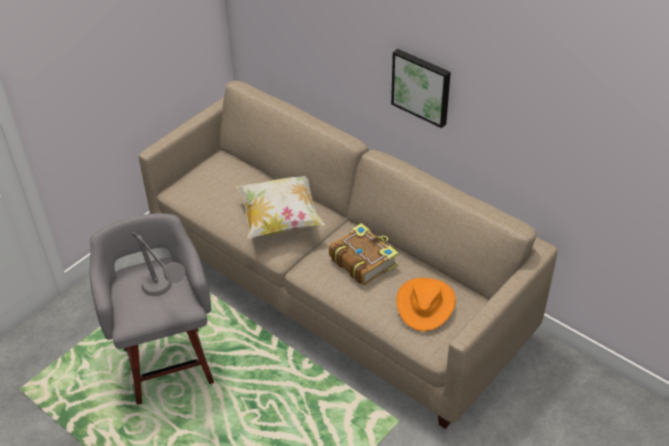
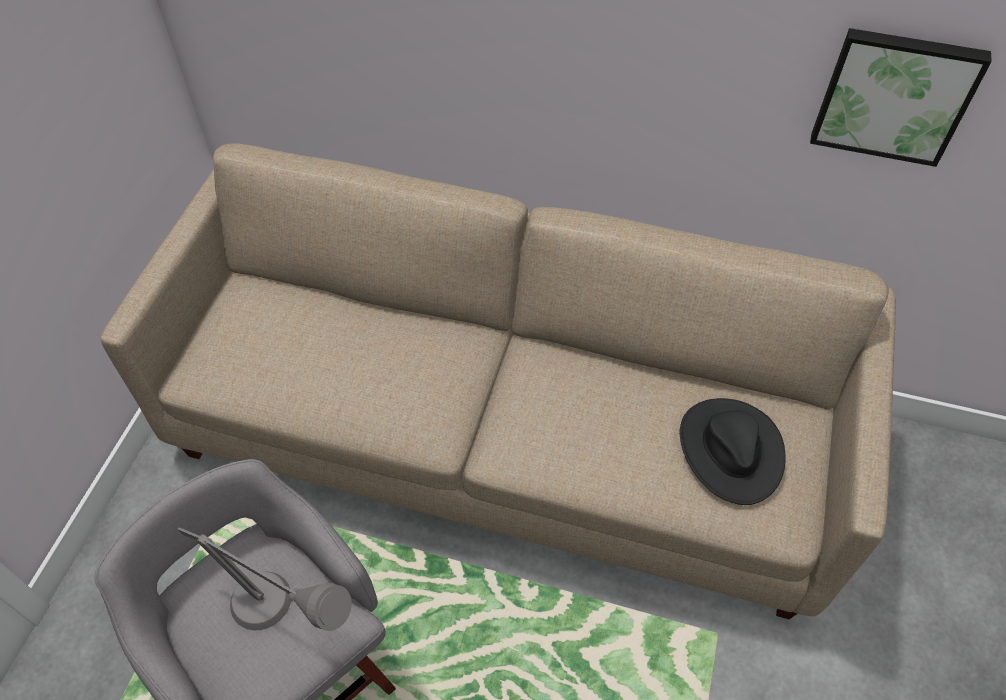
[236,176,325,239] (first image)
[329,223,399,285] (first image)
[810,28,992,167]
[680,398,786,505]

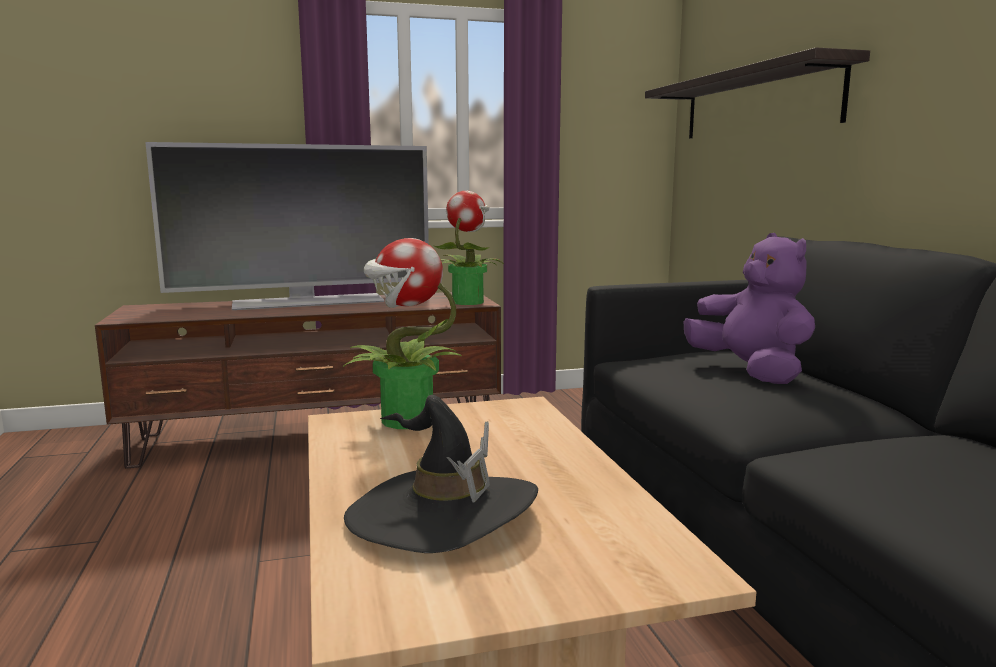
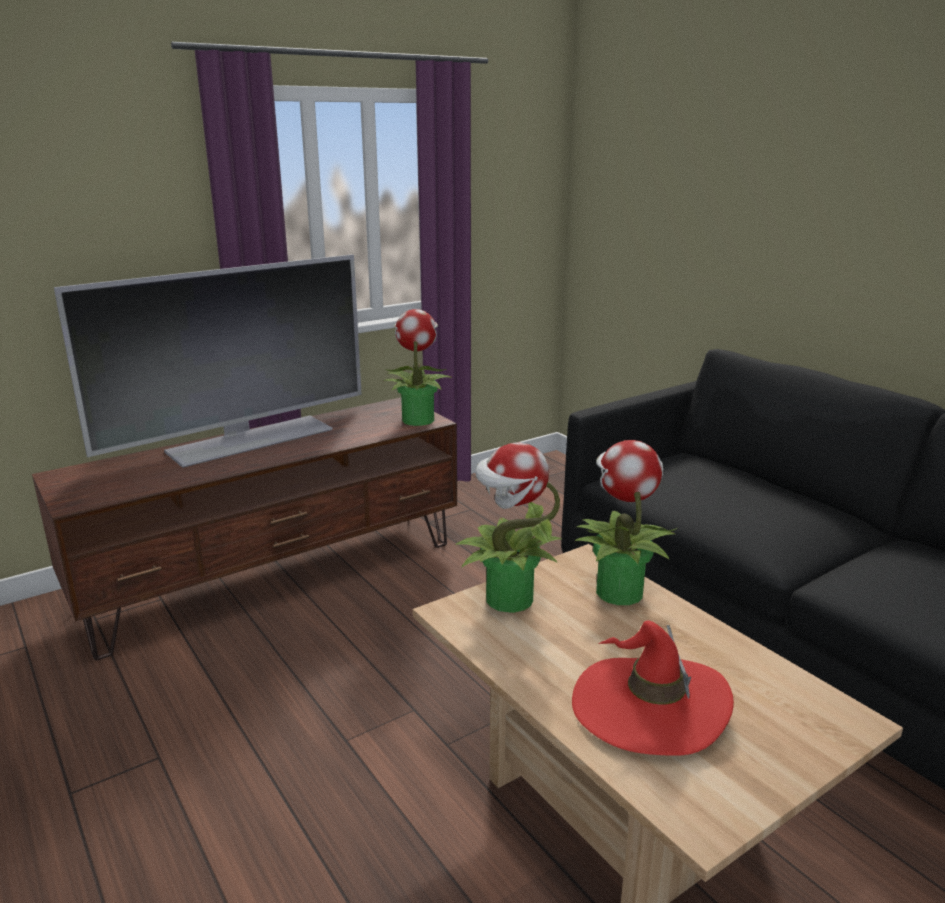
[645,47,870,139] (first image)
[684,233,815,384] (first image)
[575,440,678,605]
[572,621,734,756]

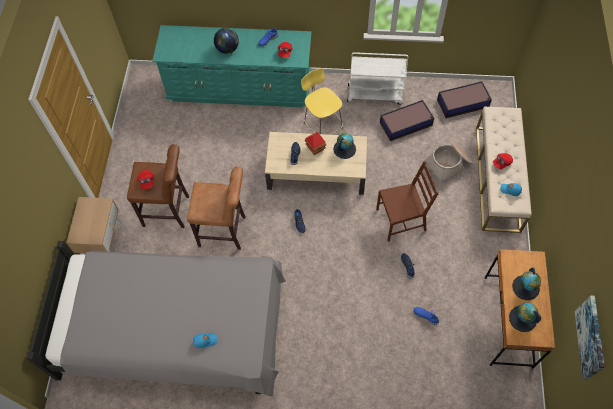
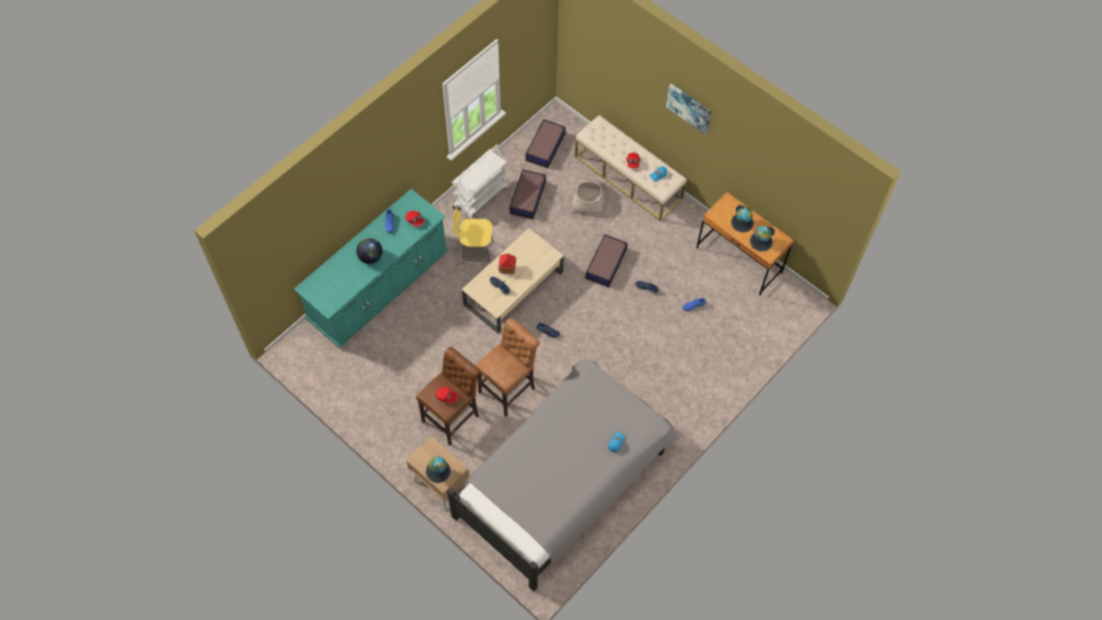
[426,456,451,483]
[666,84,712,135]
[586,234,628,288]

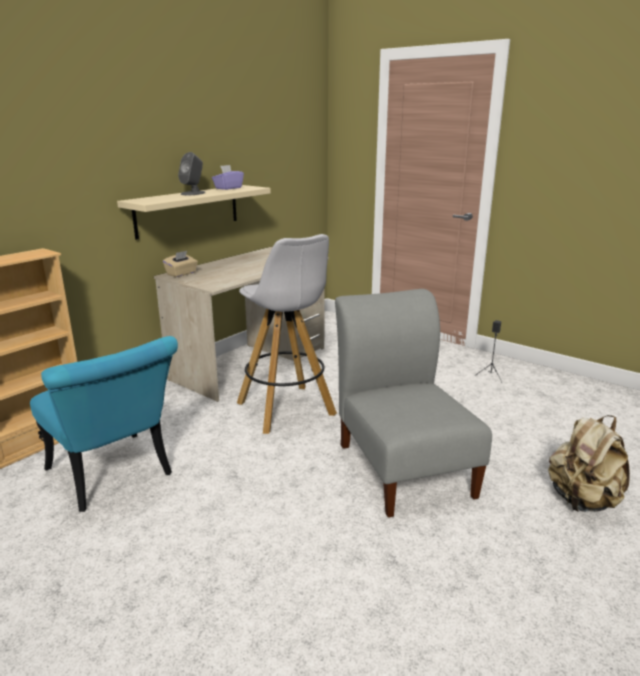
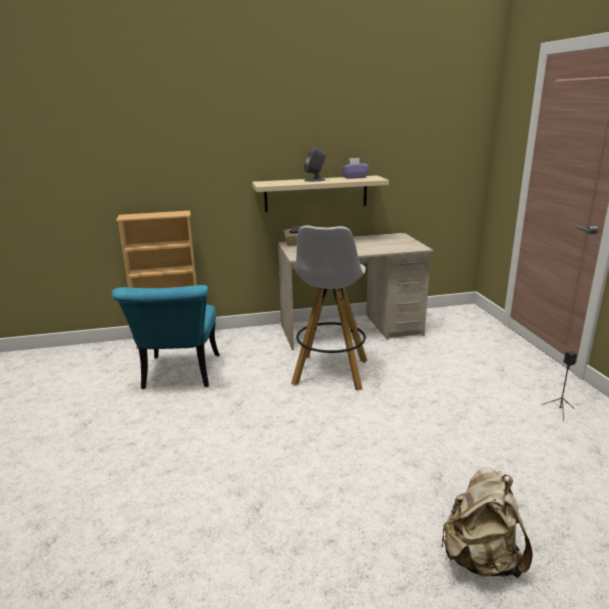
[335,289,492,518] (first image)

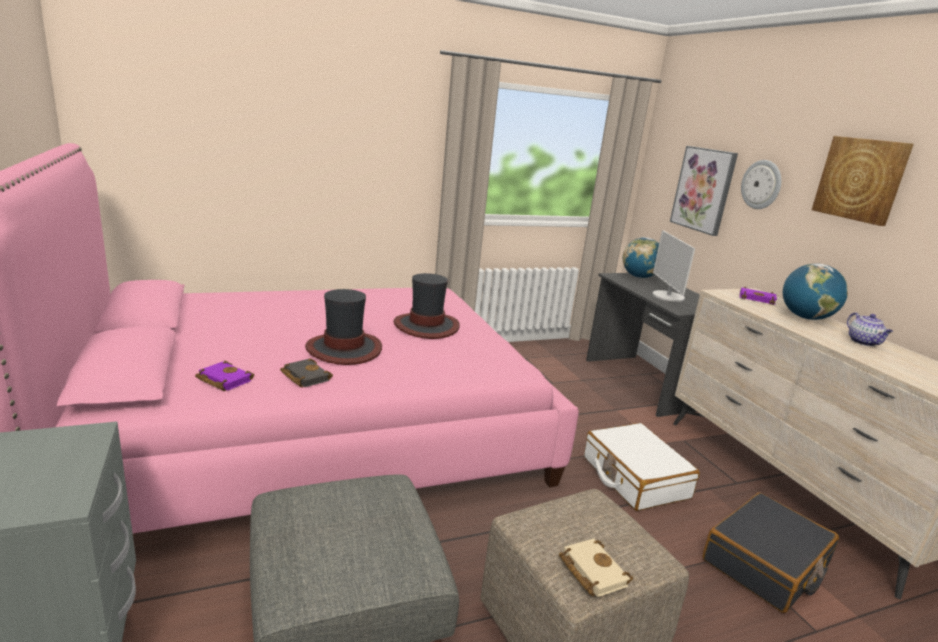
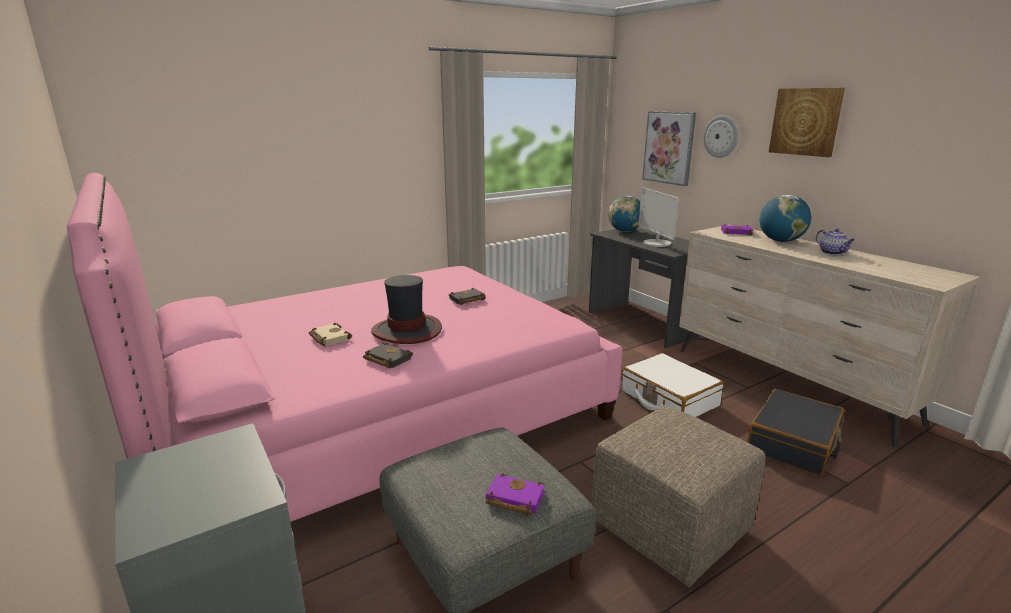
[486,473,545,515]
[309,323,352,346]
[449,288,486,305]

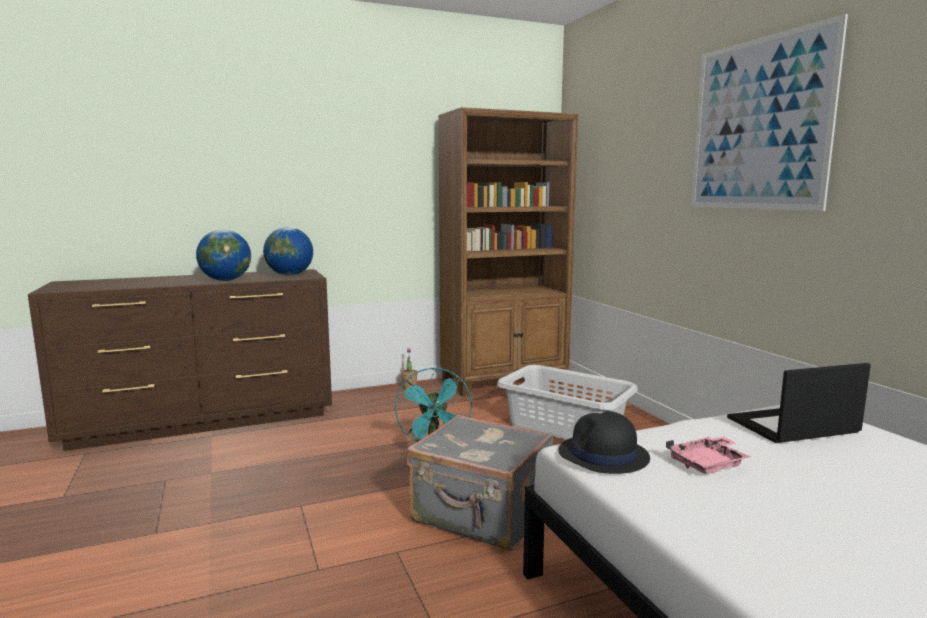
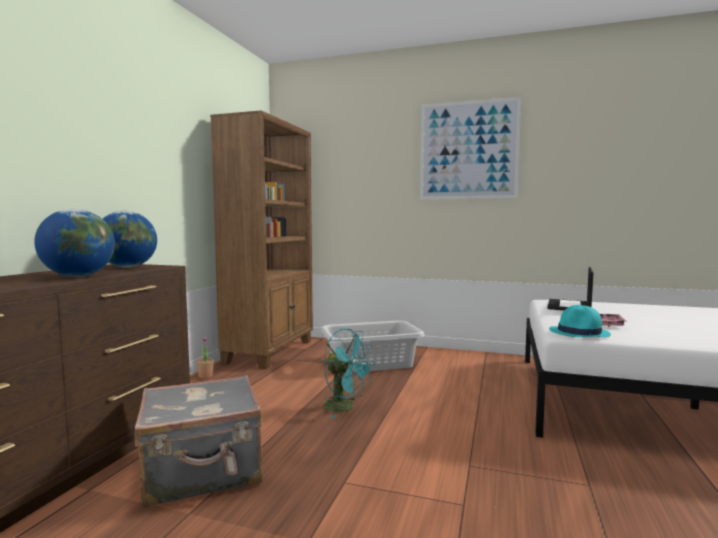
[135,375,262,507]
[549,305,611,337]

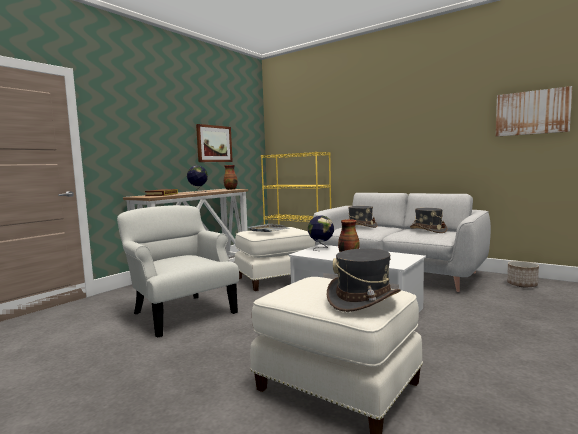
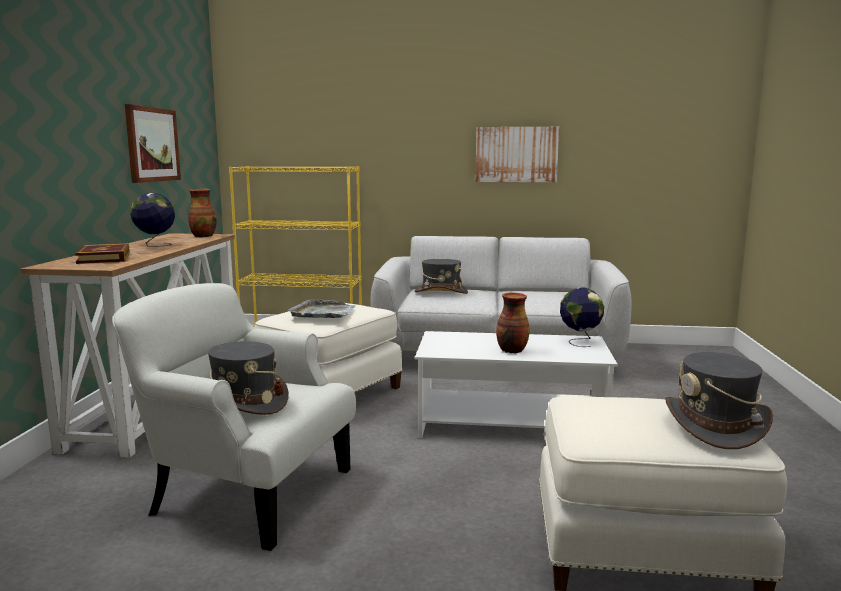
[507,261,539,288] (first image)
[560,288,604,347]
[208,341,289,415]
[475,127,559,182]

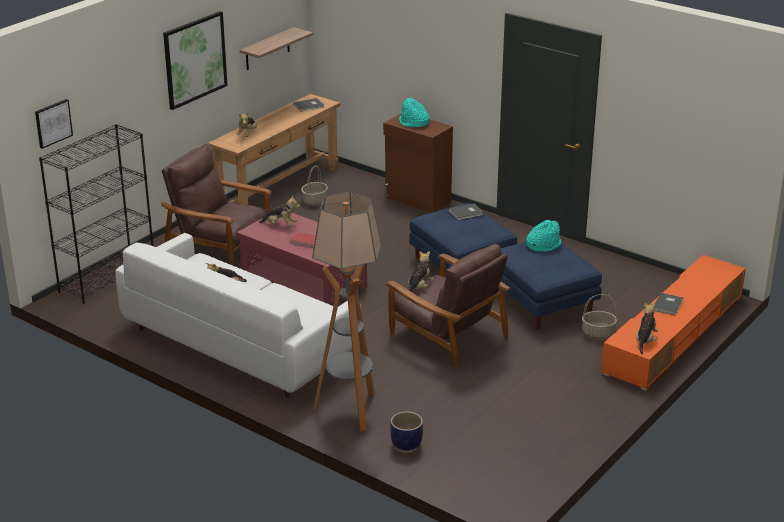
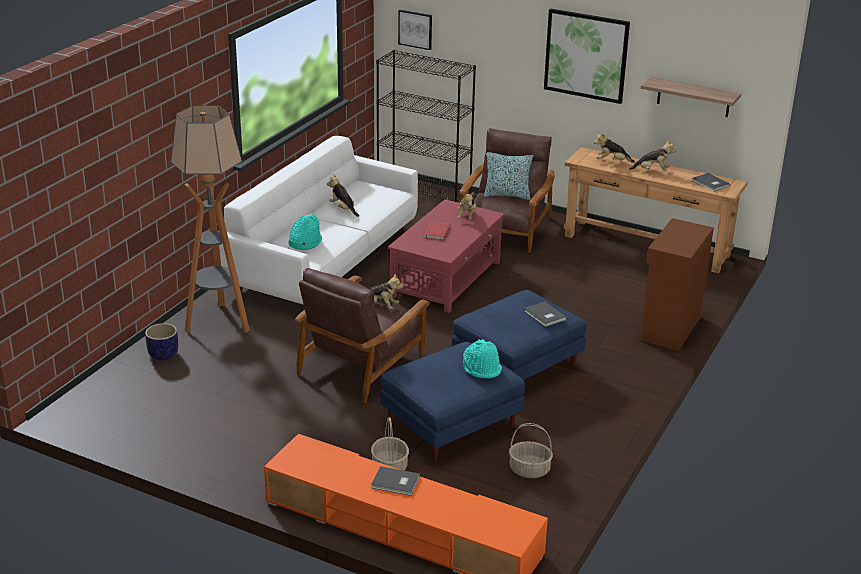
[484,152,533,200]
[509,423,553,478]
[288,214,322,250]
[629,140,675,171]

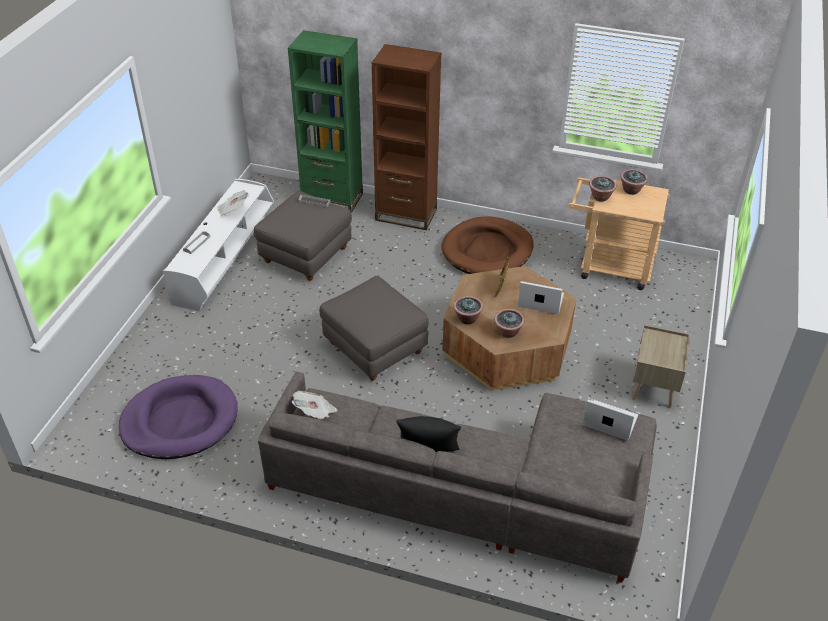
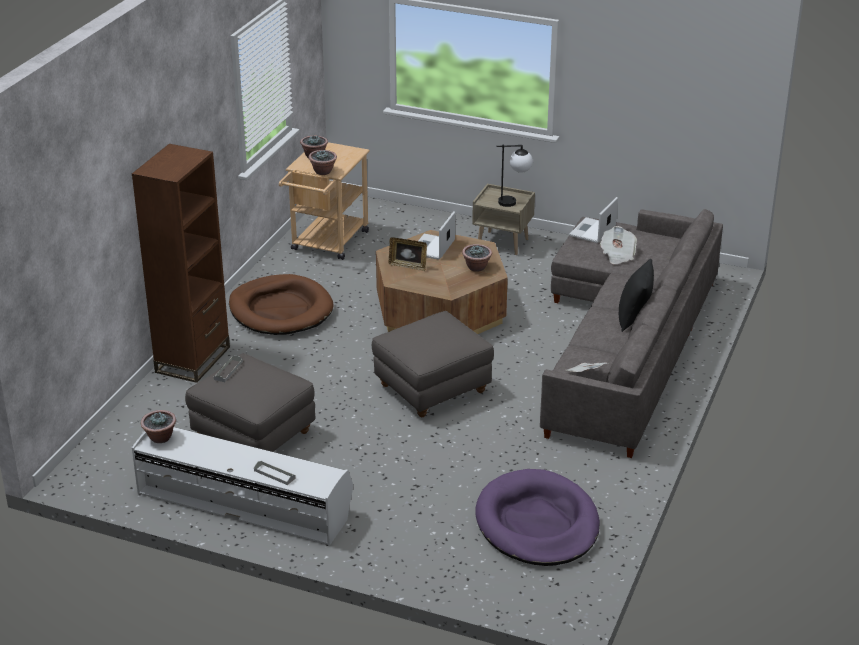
[288,30,363,213] (first image)
[497,145,533,207]
[600,226,637,264]
[141,410,176,443]

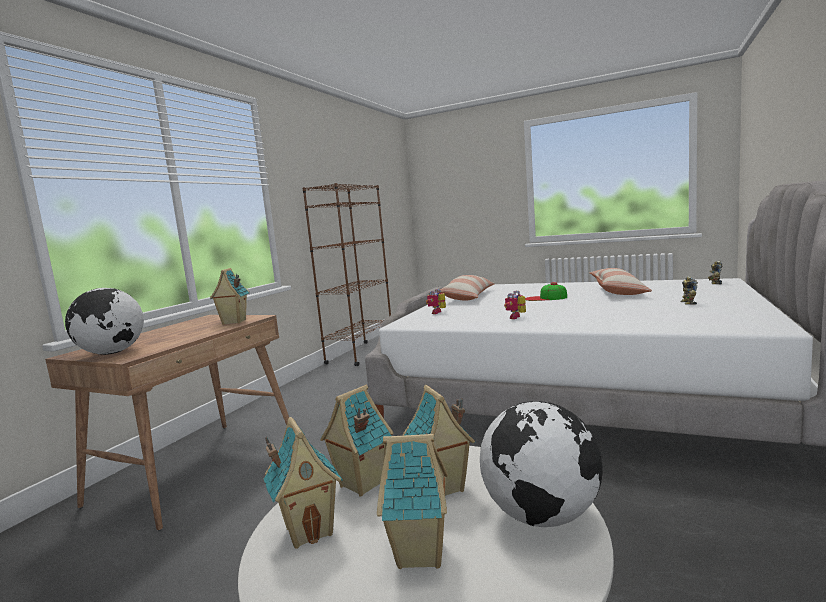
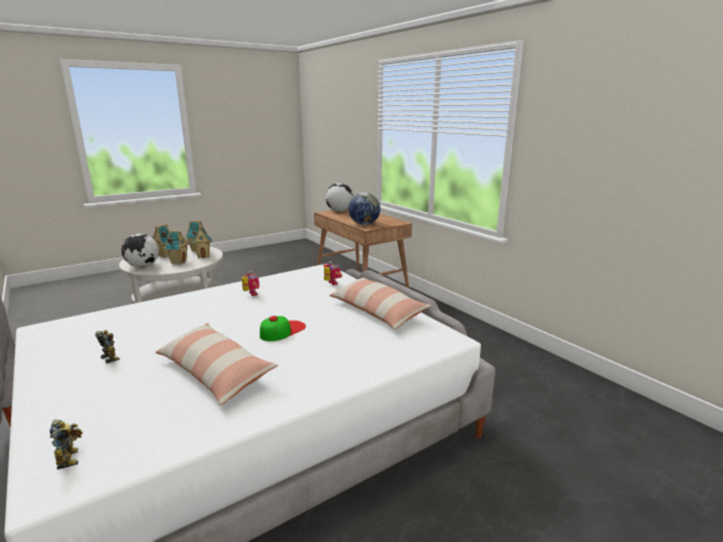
[302,183,391,366] (first image)
[349,193,380,225]

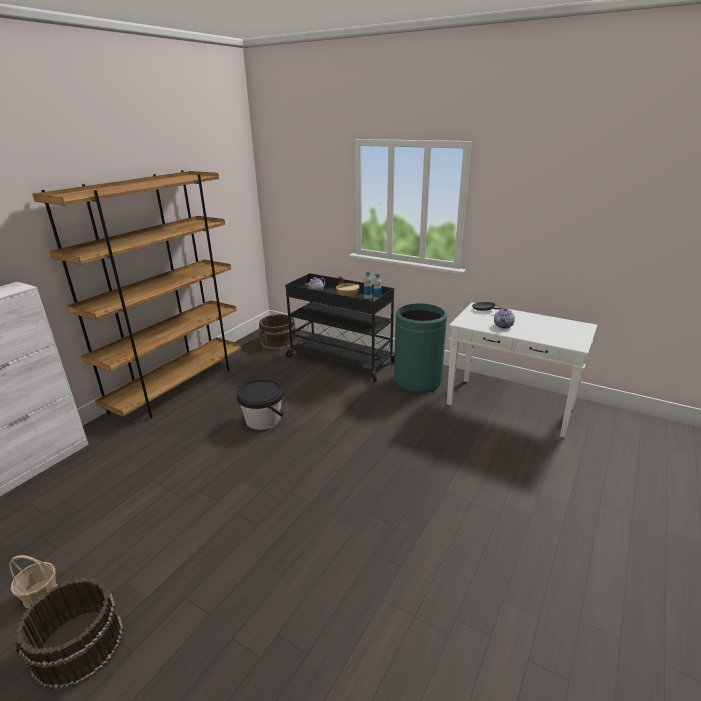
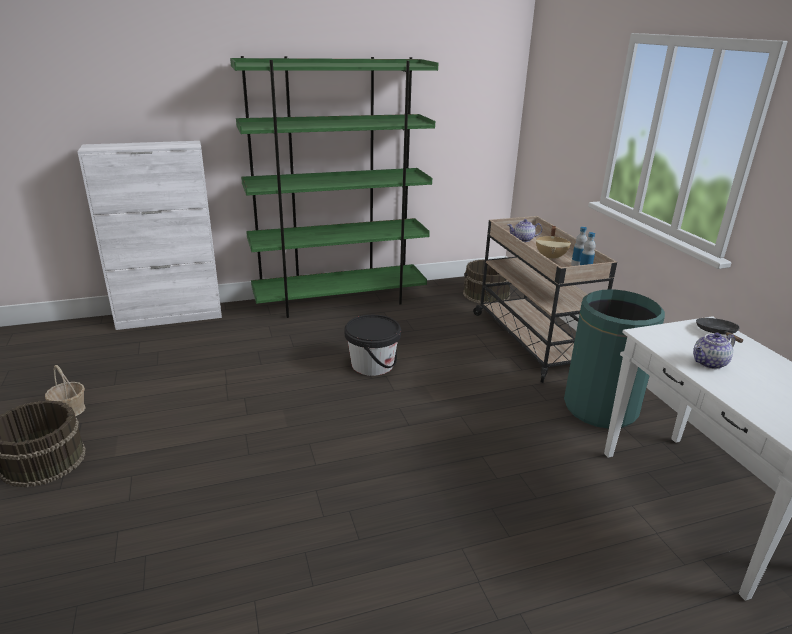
[230,56,438,318]
[473,216,617,383]

